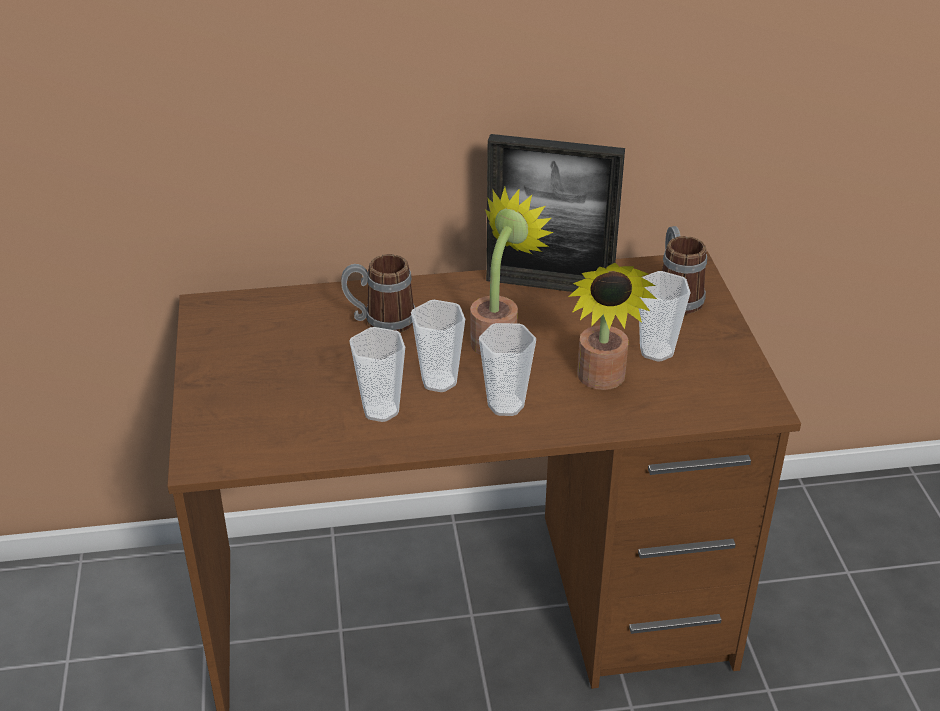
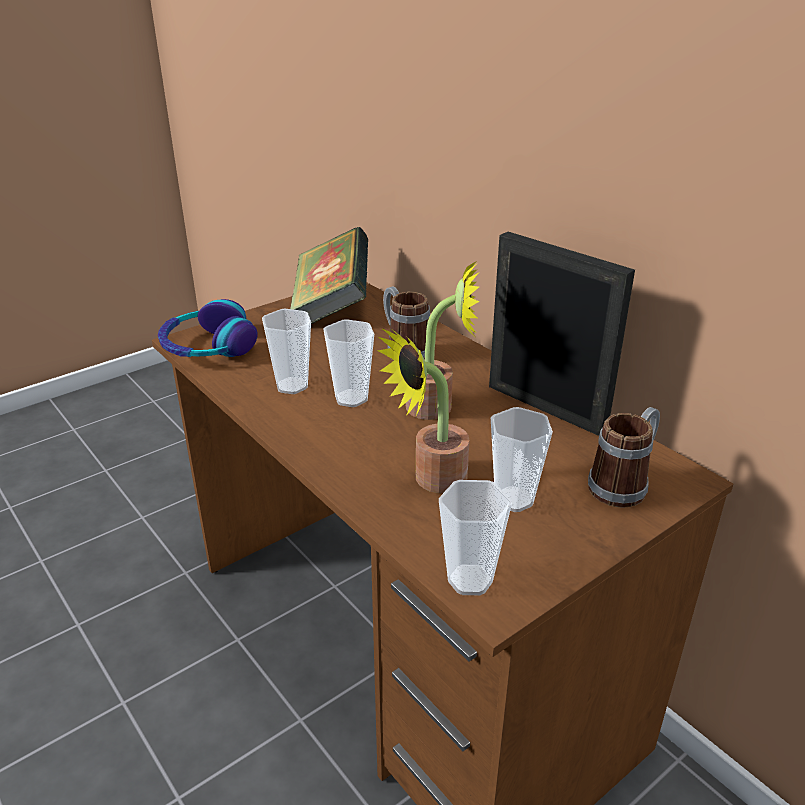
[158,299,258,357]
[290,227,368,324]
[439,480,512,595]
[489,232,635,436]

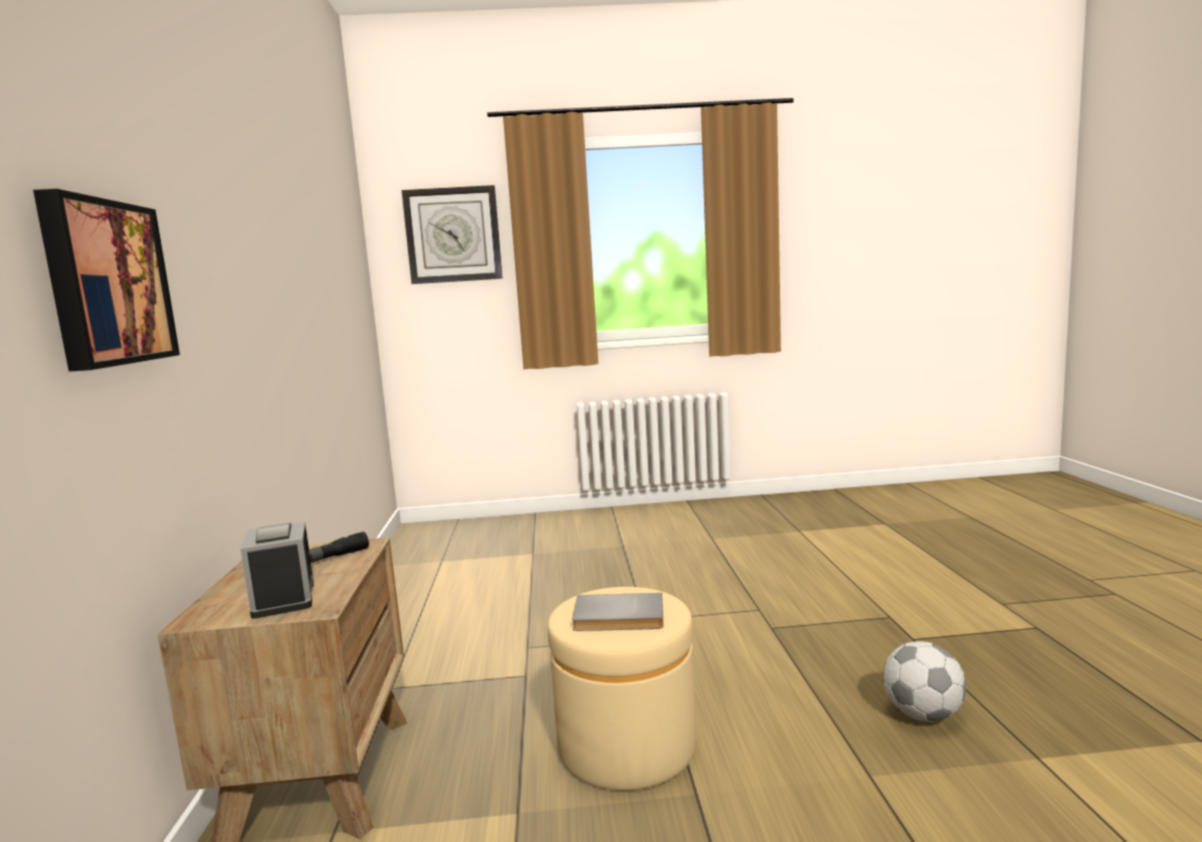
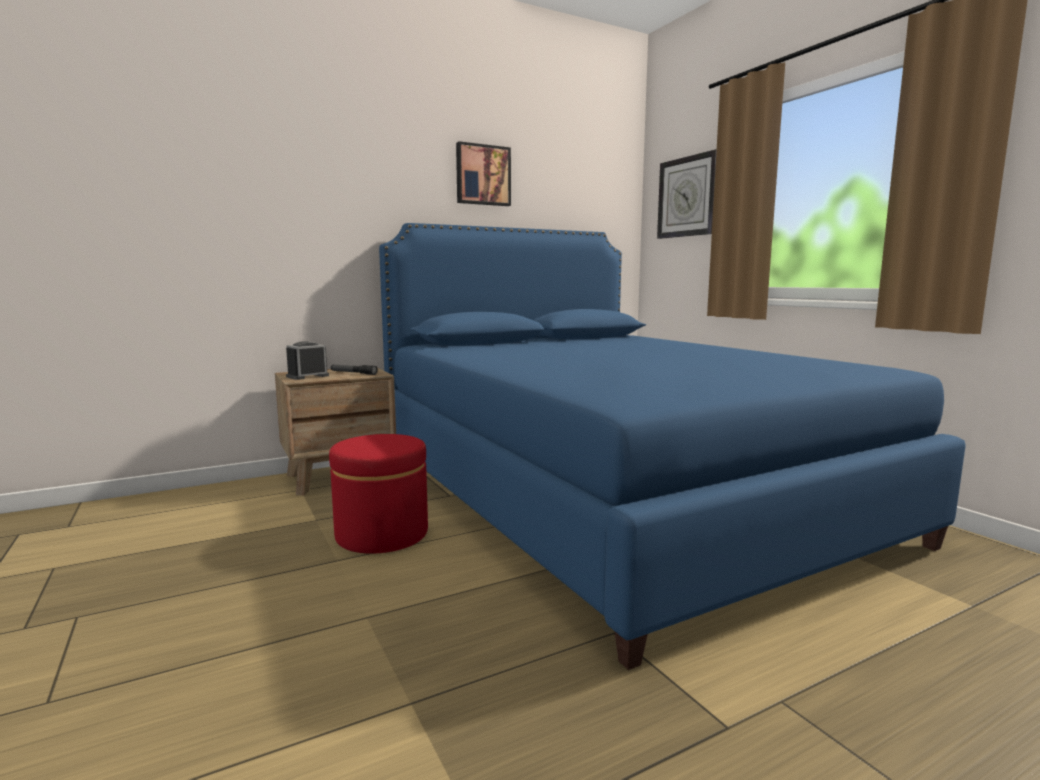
[572,593,663,631] (first image)
[883,641,966,722] (first image)
[379,223,966,670]
[456,141,511,206]
[329,434,428,554]

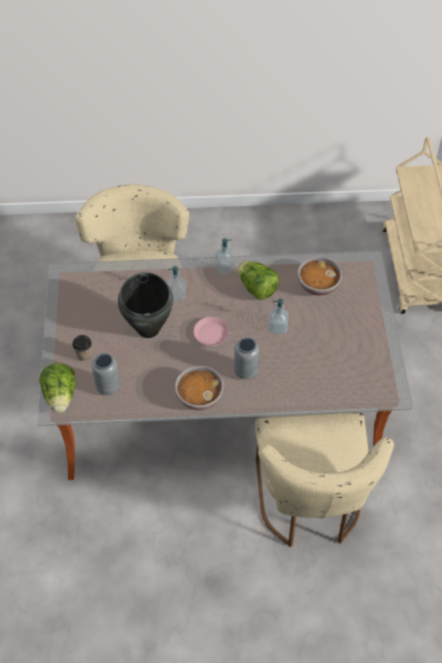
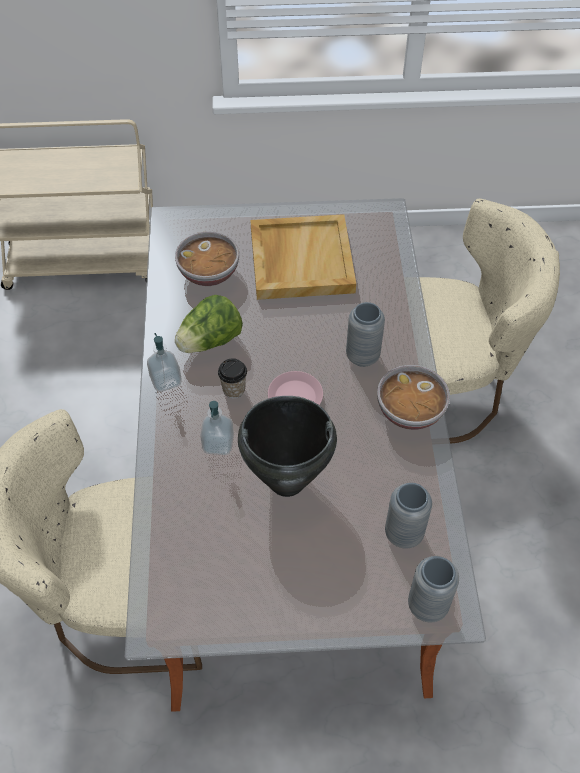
[269,299,288,334] (first image)
[250,214,356,300]
[218,358,247,398]
[408,556,459,623]

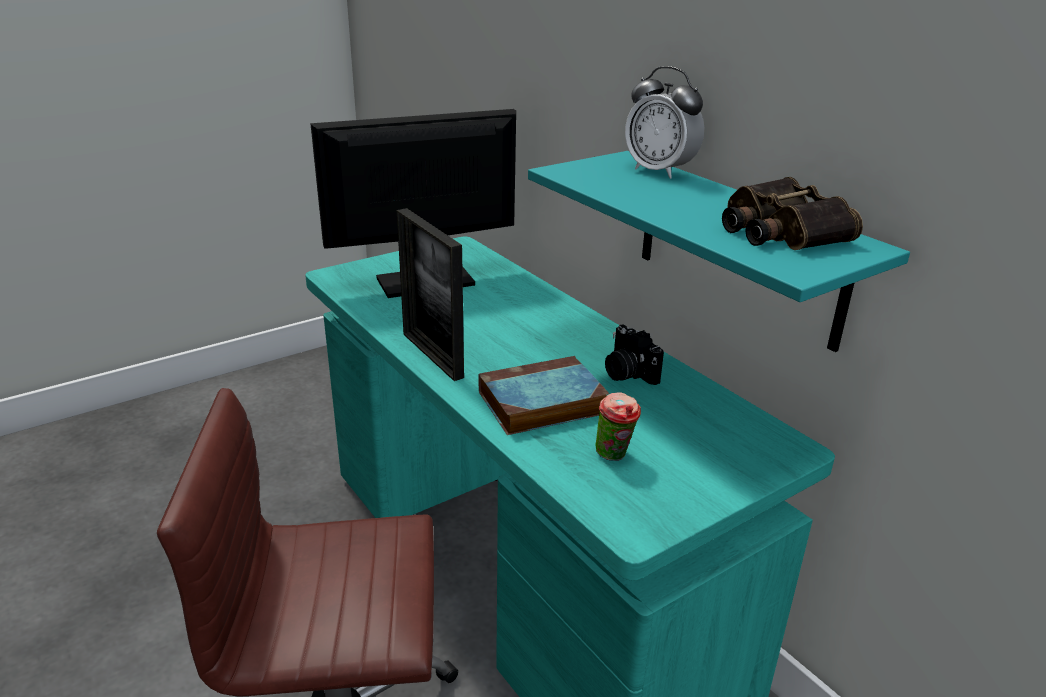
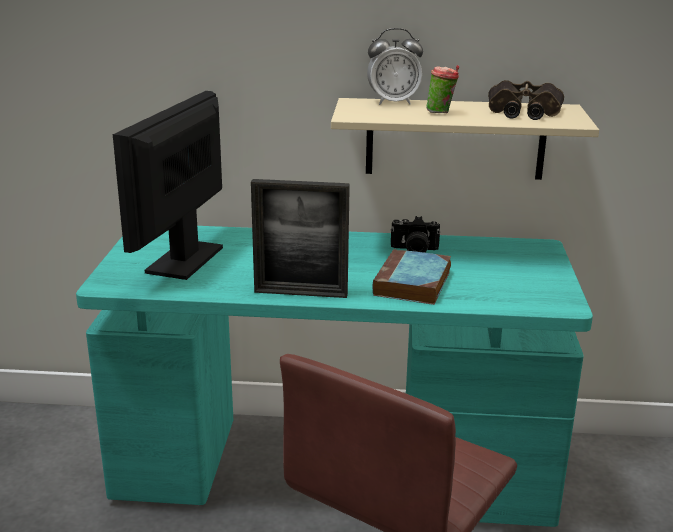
[426,65,459,113]
[331,98,599,180]

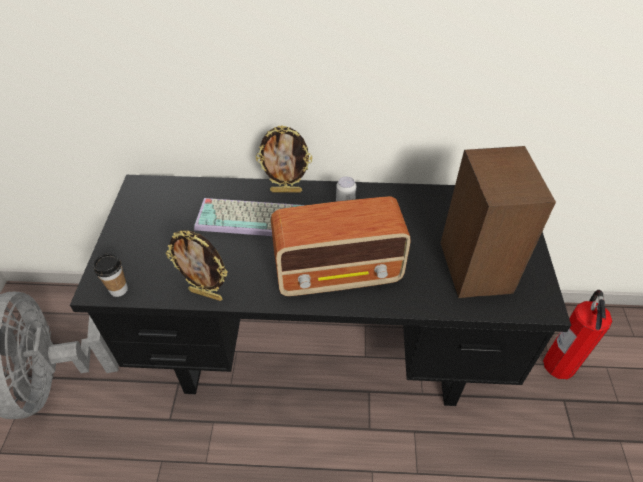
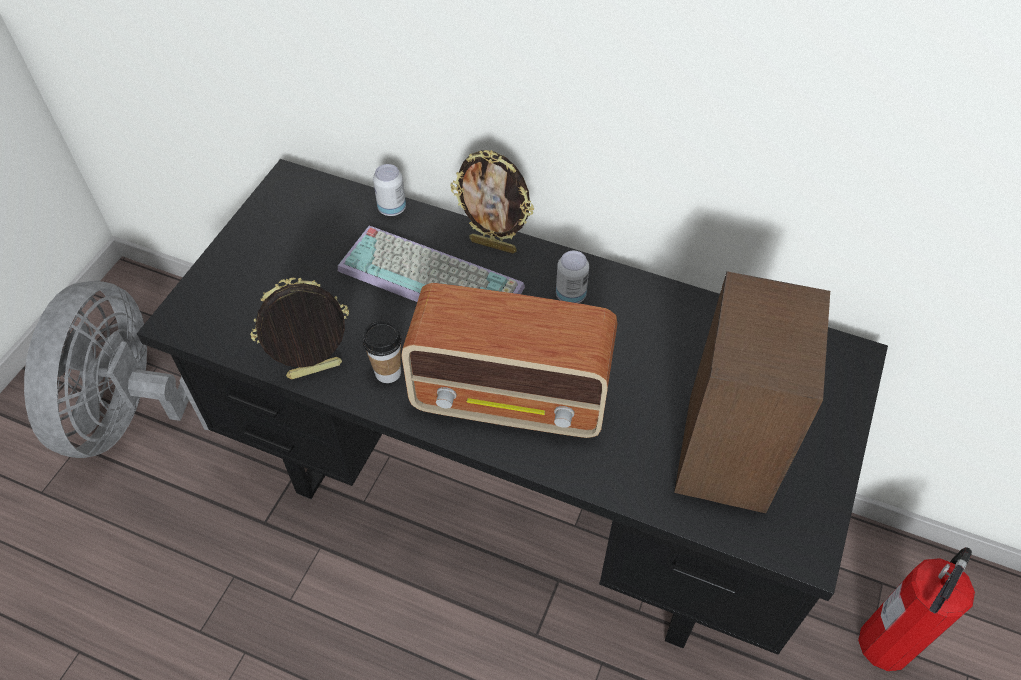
[373,164,406,216]
[363,321,402,383]
[250,278,349,379]

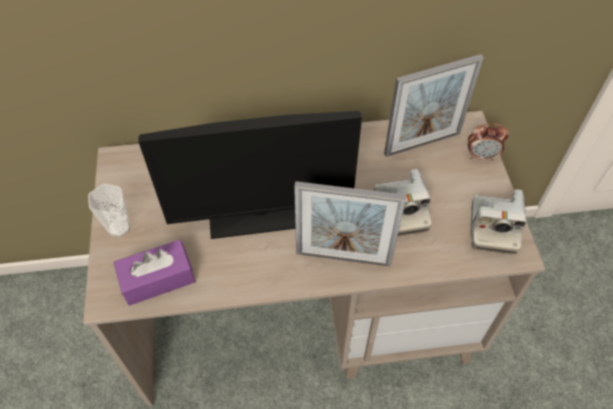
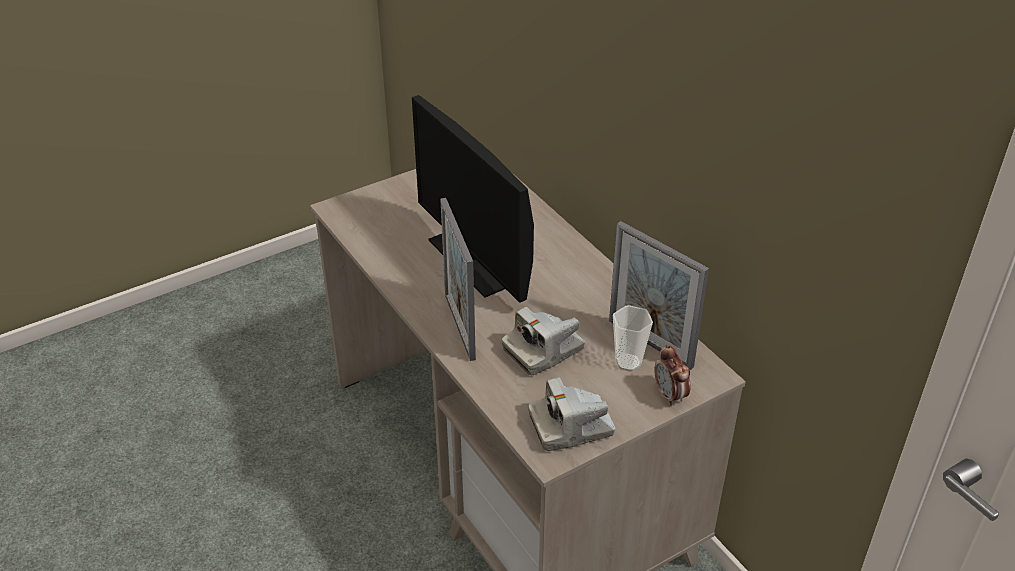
[114,240,195,306] (first image)
[613,305,653,372]

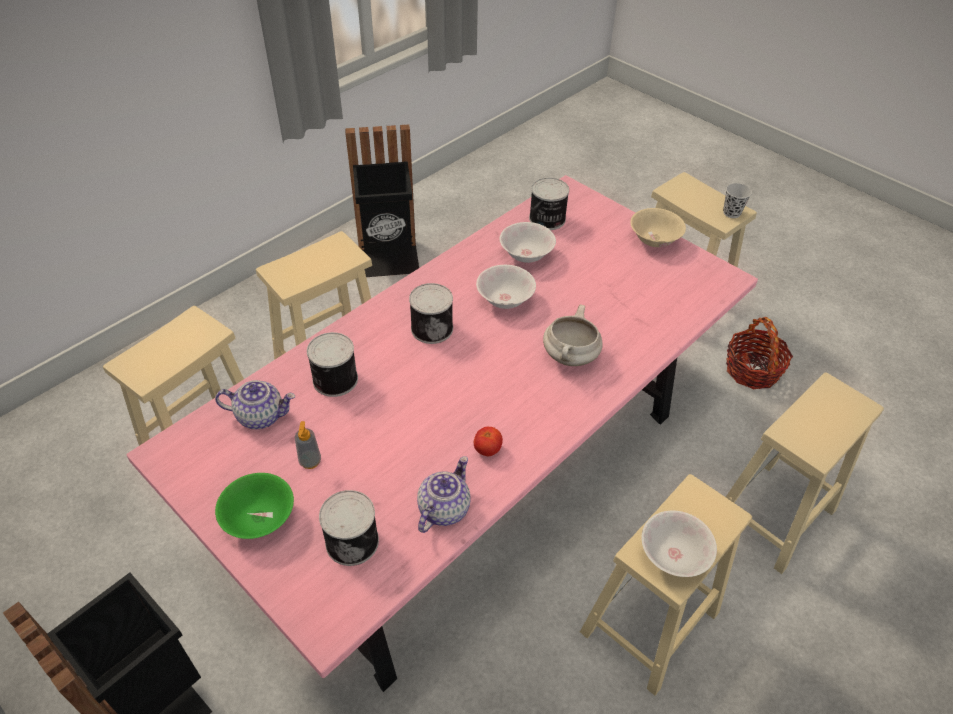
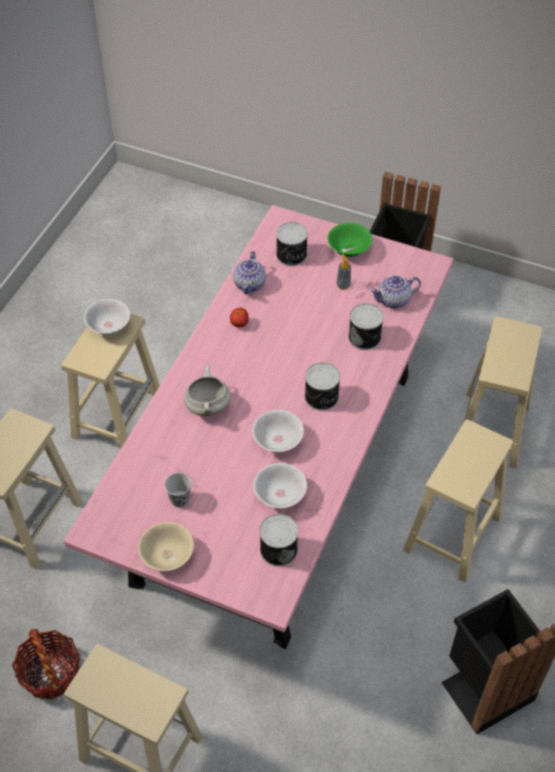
[165,473,191,507]

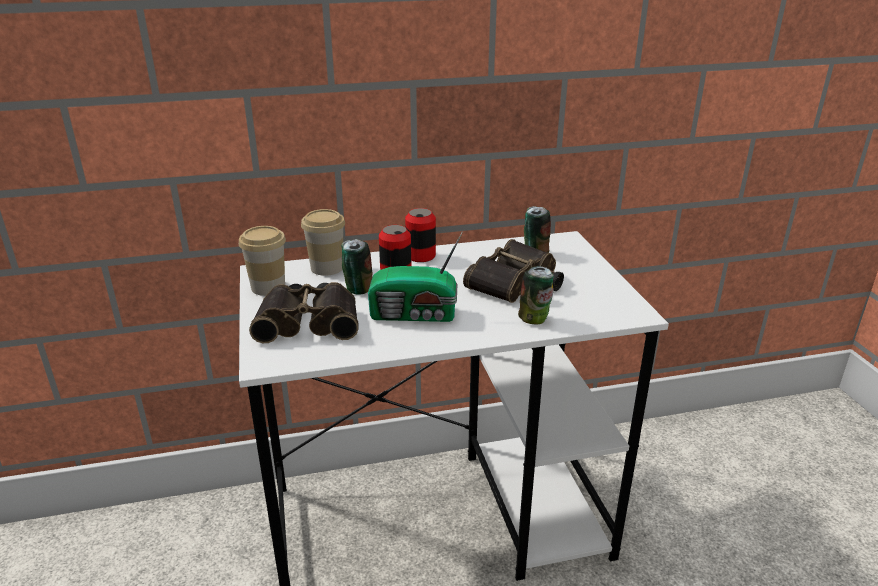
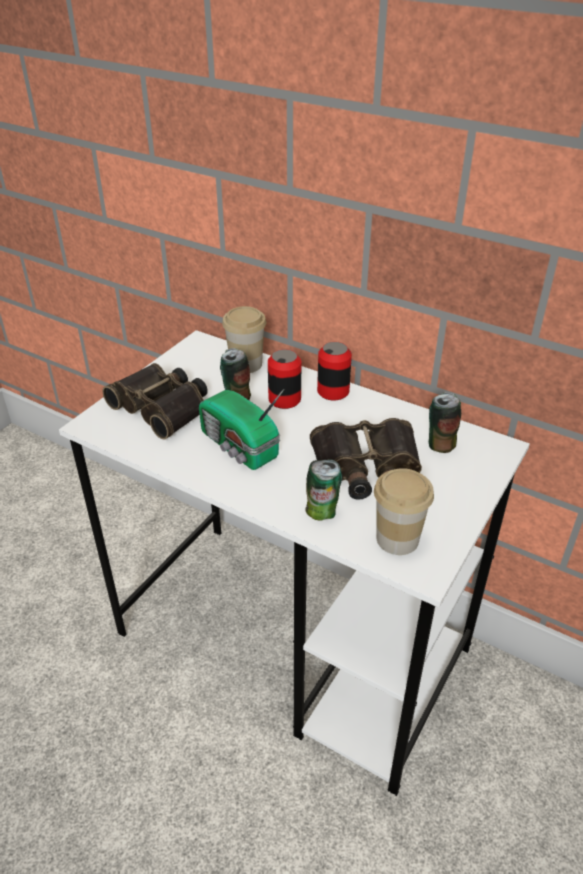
[374,468,434,555]

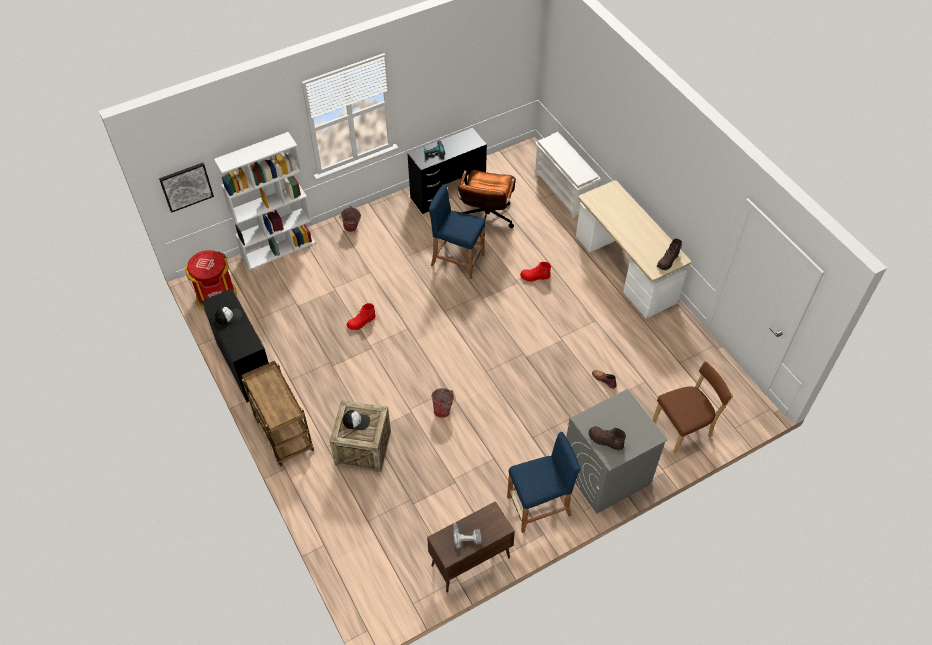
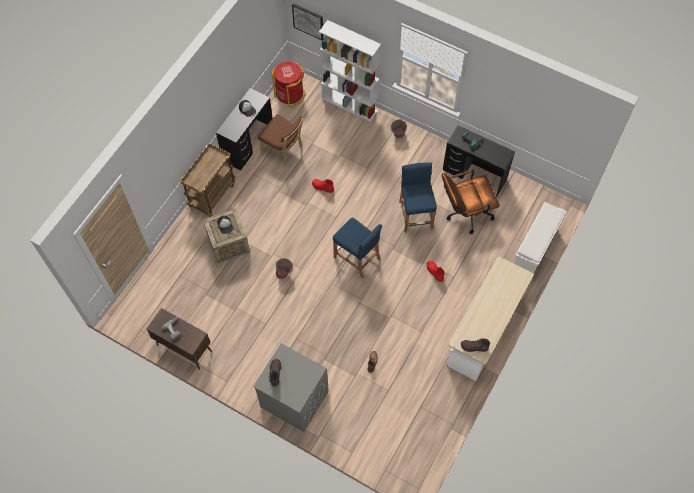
[333,218,382,279]
[258,114,303,166]

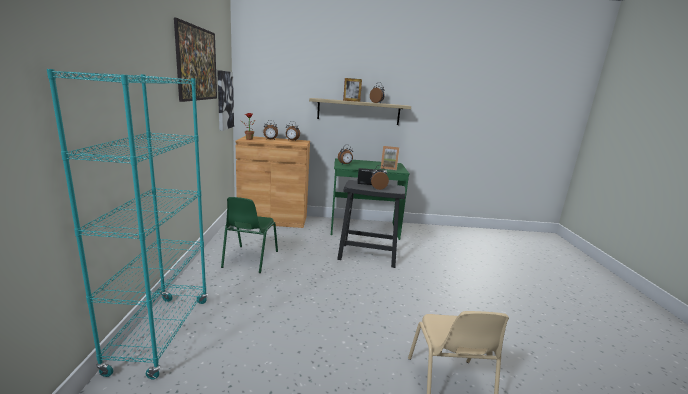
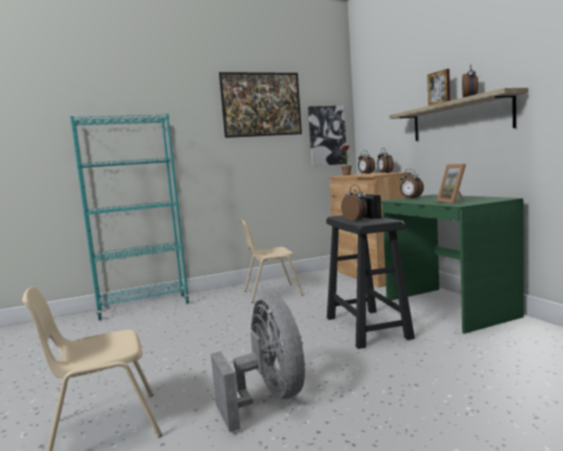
[211,296,305,432]
[240,220,303,303]

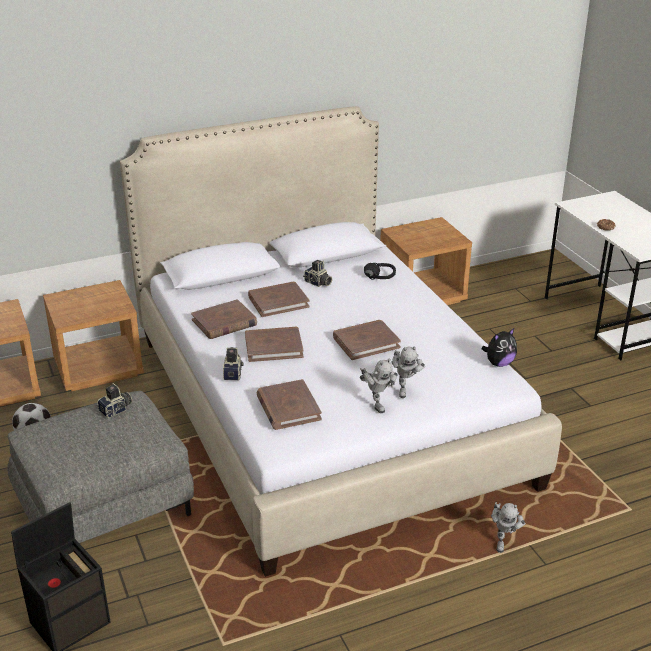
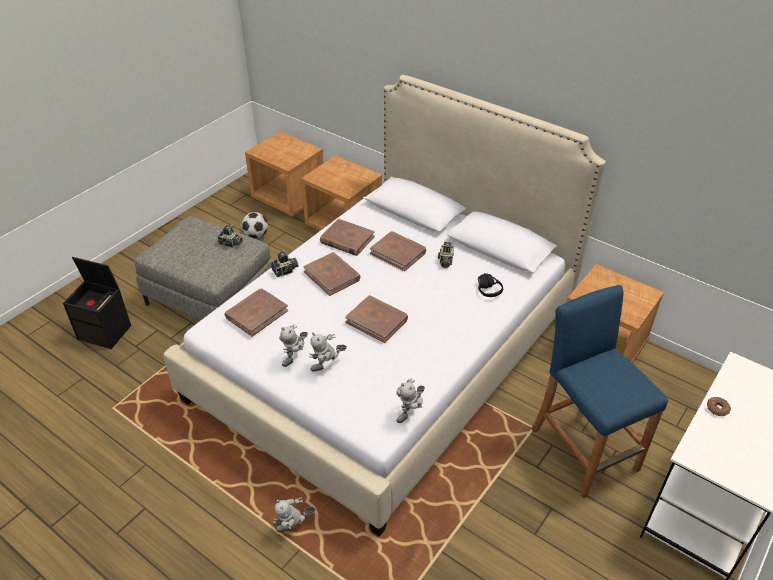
[531,285,668,498]
[396,378,425,423]

